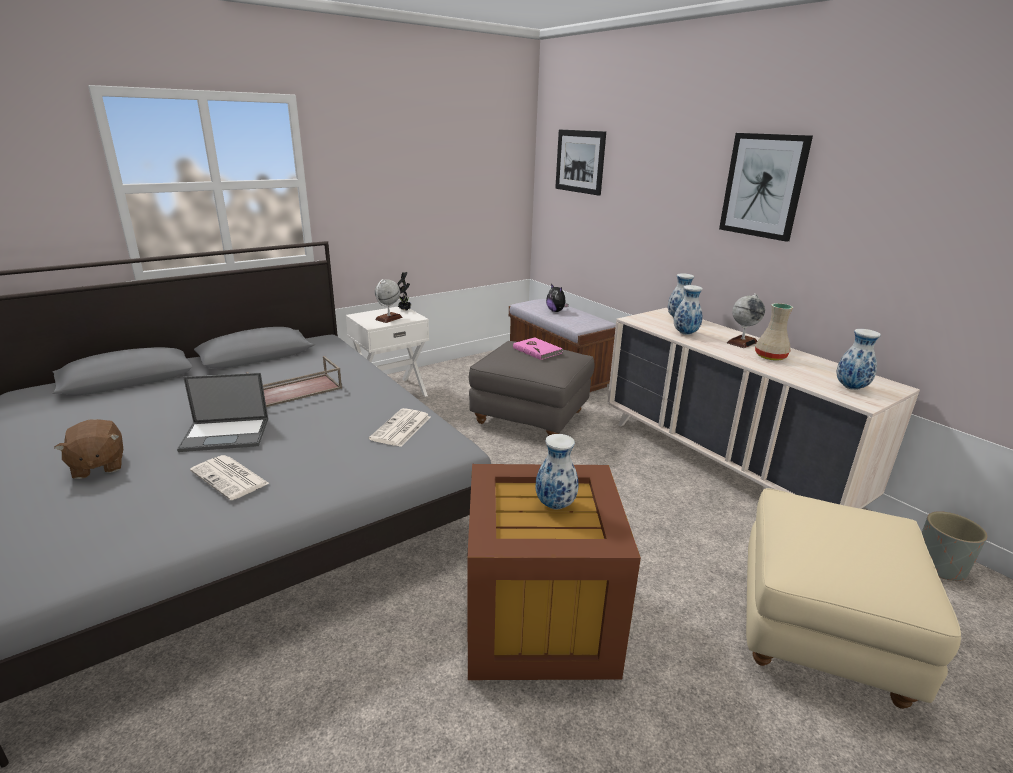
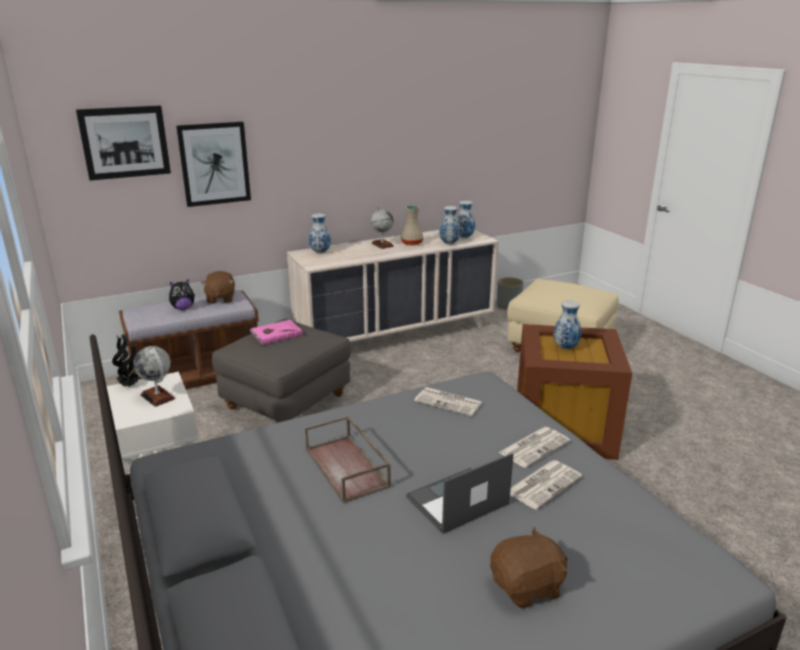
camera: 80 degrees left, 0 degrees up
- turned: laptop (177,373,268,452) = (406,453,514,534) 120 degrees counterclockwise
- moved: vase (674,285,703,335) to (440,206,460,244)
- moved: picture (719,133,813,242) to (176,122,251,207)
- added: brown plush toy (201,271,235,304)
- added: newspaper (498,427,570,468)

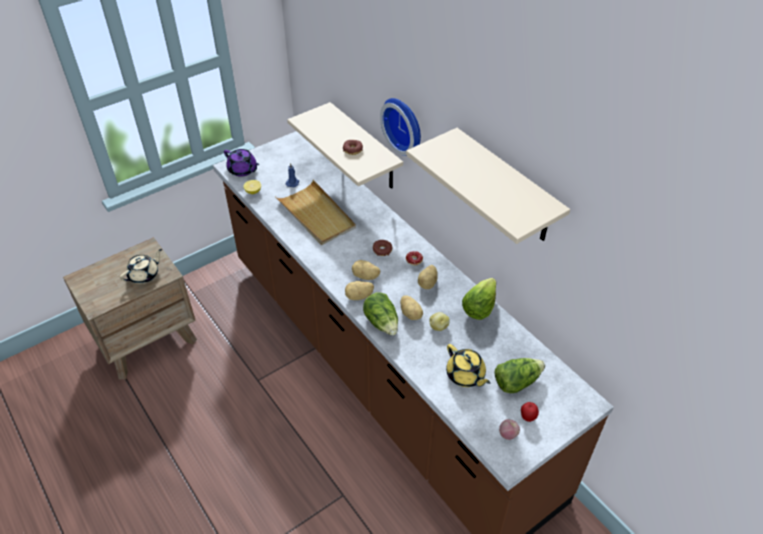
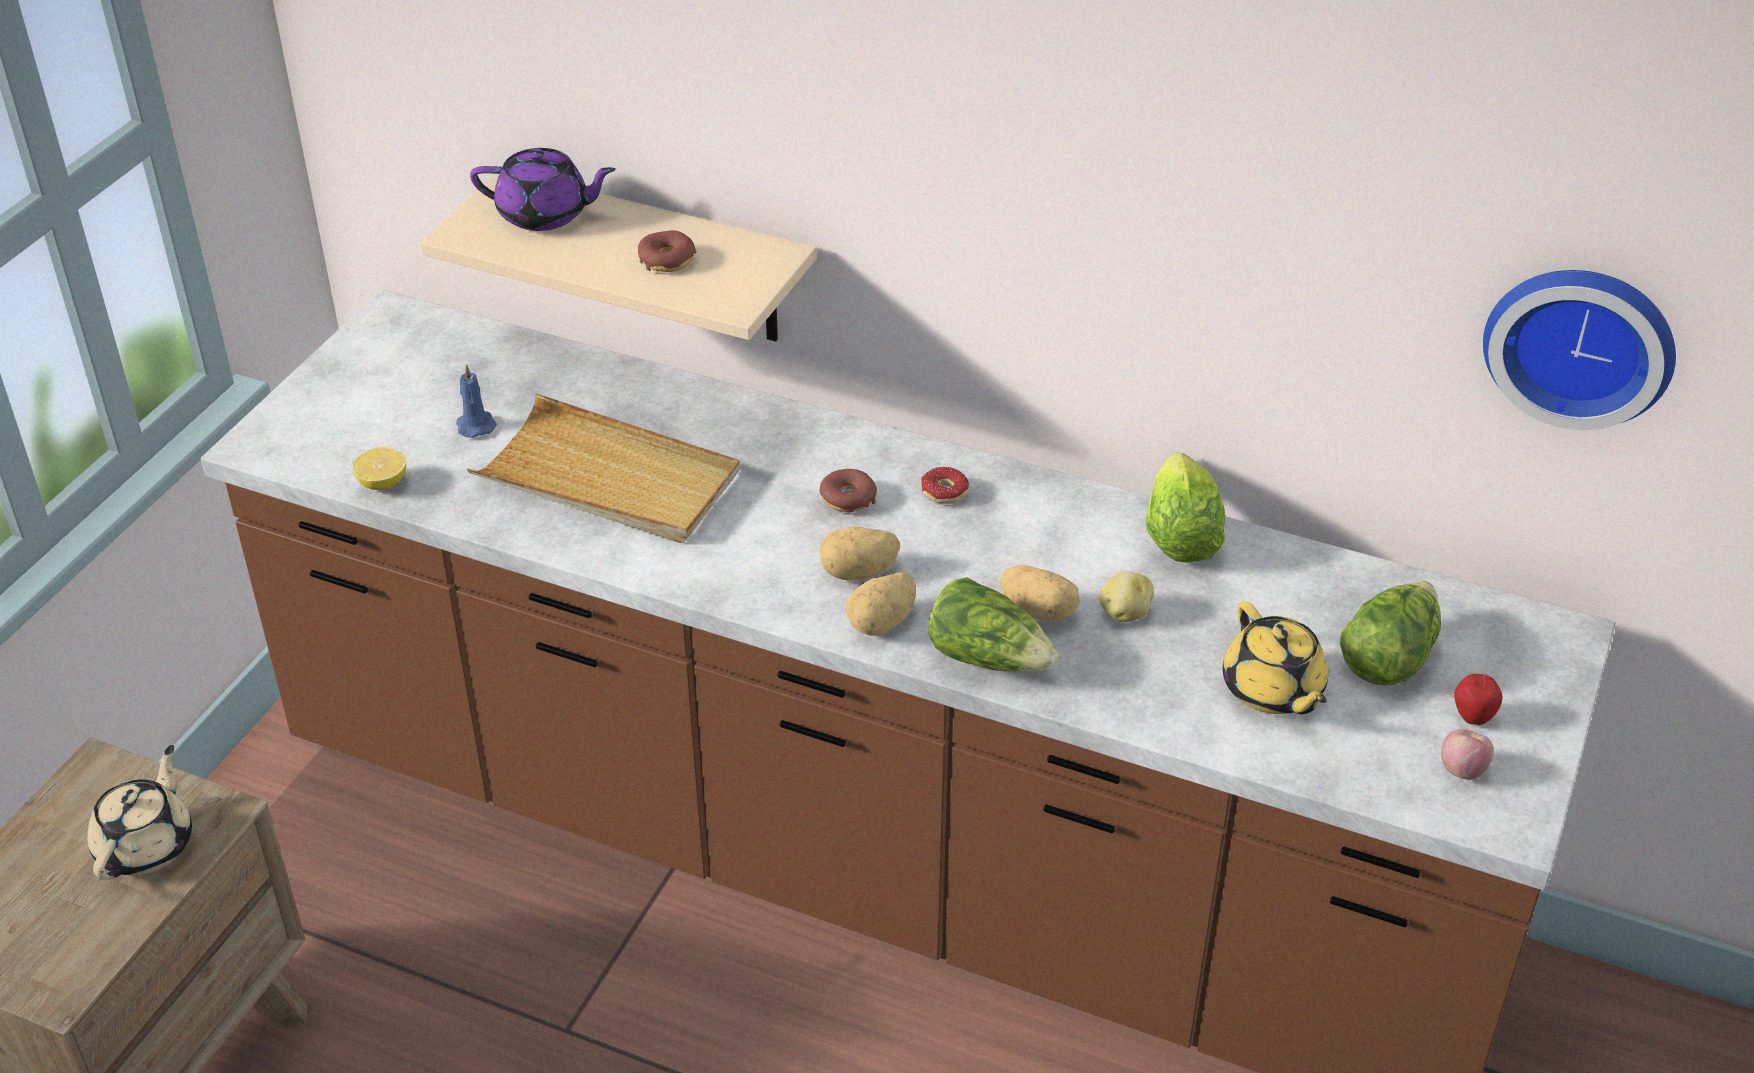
camera: 30 degrees left, 5 degrees down
- moved: purple teapot (224,149,259,177) to (470,148,616,231)
- moved: wall clock (380,98,421,156) to (1483,270,1676,430)
- removed: beige shelf (406,128,570,244)
- removed: potato (418,265,438,289)
- turned: yellow teapot (446,344,490,387) = (1223,601,1328,714) 45 degrees clockwise

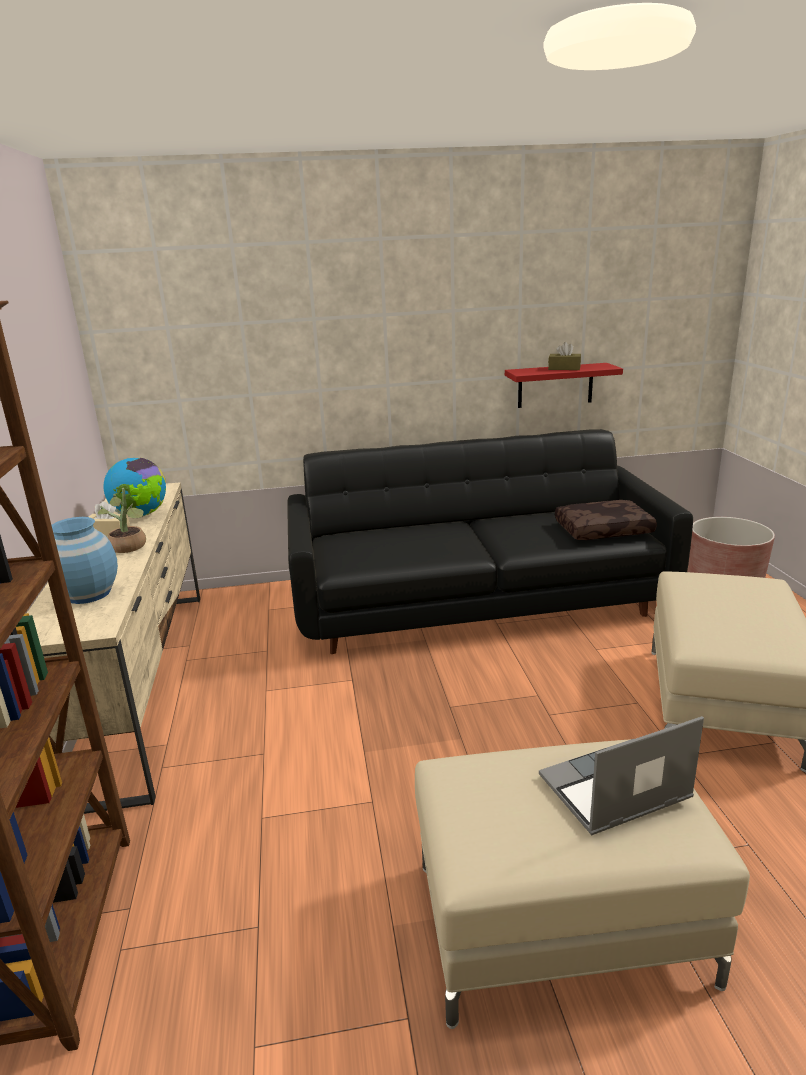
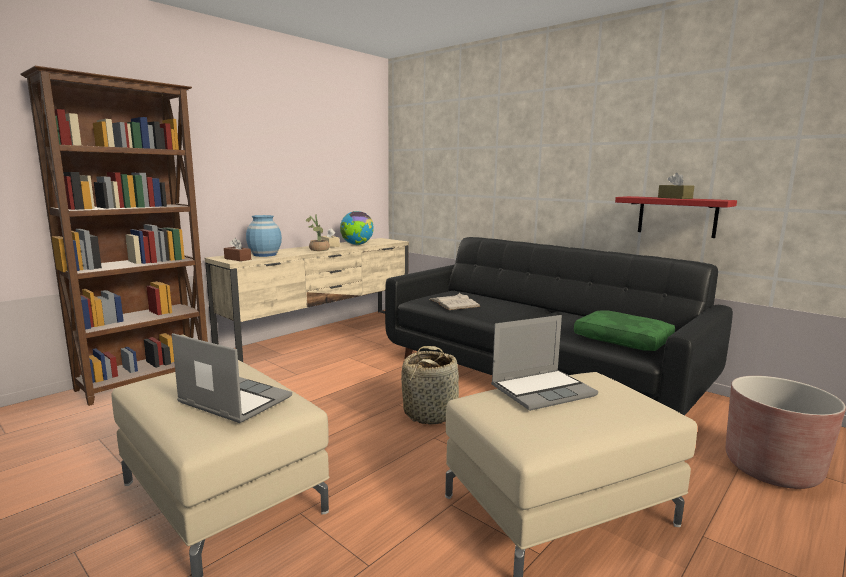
camera: 50 degrees right, 10 degrees down
- recoloured: brown pillow (555,500,657,540) to green pillow (574,310,675,351)
- added: brown tissue box (224,238,251,261)
- added: basket (401,346,459,425)
- added: white book (429,293,481,310)
- added: laptop (491,315,598,411)

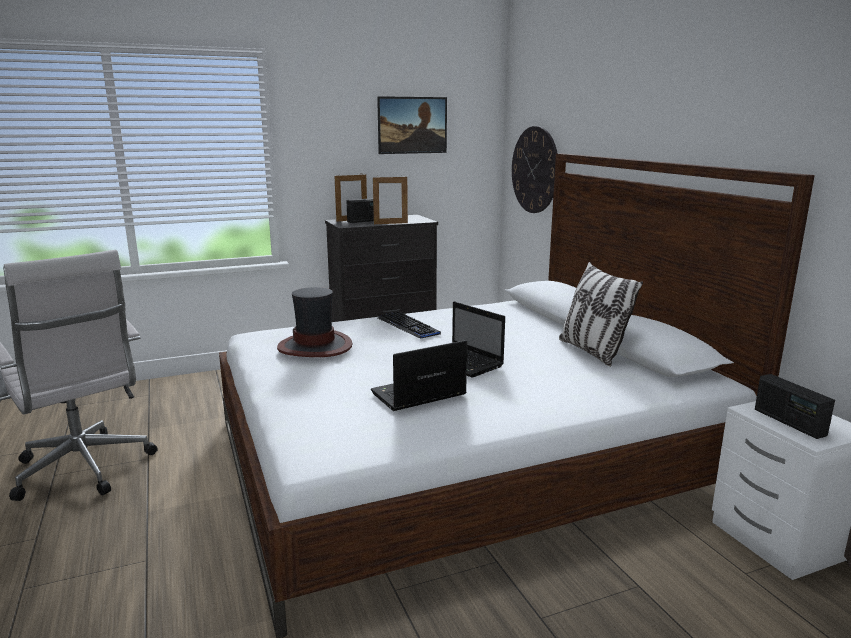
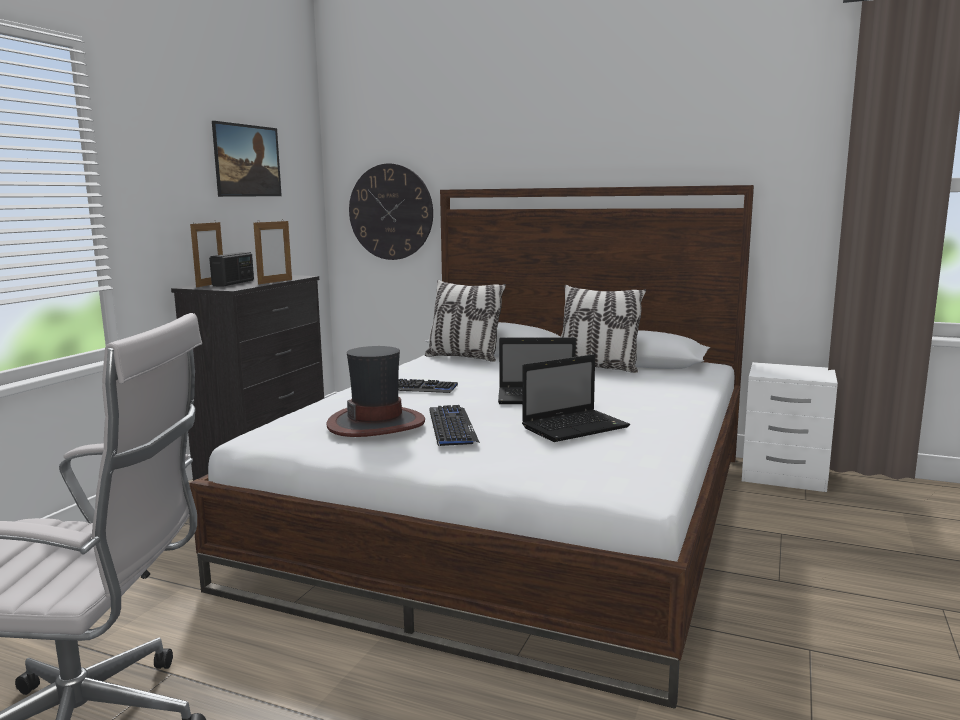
camera: 45 degrees left, 5 degrees down
- turned: laptop (371,340,467,411) = (522,354,630,442) 135 degrees counterclockwise
- removed: radio (755,374,835,439)
- added: pillow (425,280,506,362)
- added: keyboard (429,405,480,446)

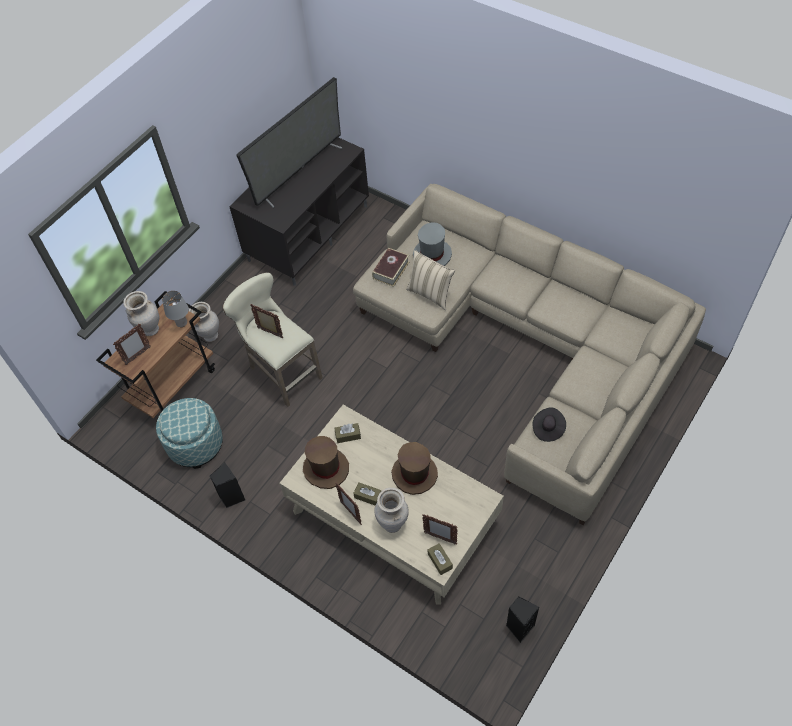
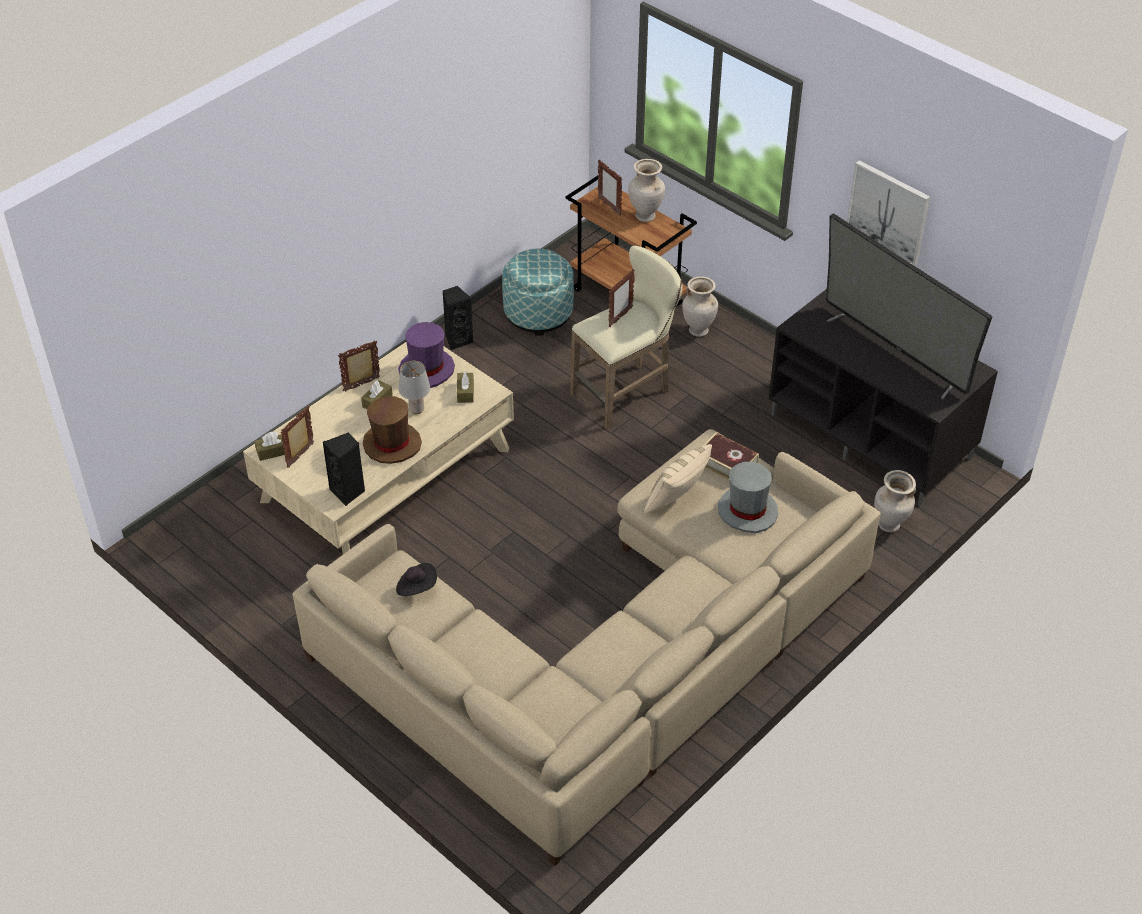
camera: 95 degrees right, 10 degrees down
- moved: grey table lamp (162,291,189,327) to (399,361,430,414)
- recoloured: brown hat (303,436,349,489) to purple hat (398,322,455,388)
- moved: beige vase (374,488,409,533) to (874,470,916,532)
- moved: black speaker (506,596,539,643) to (323,433,365,506)
- added: picture (847,160,930,266)

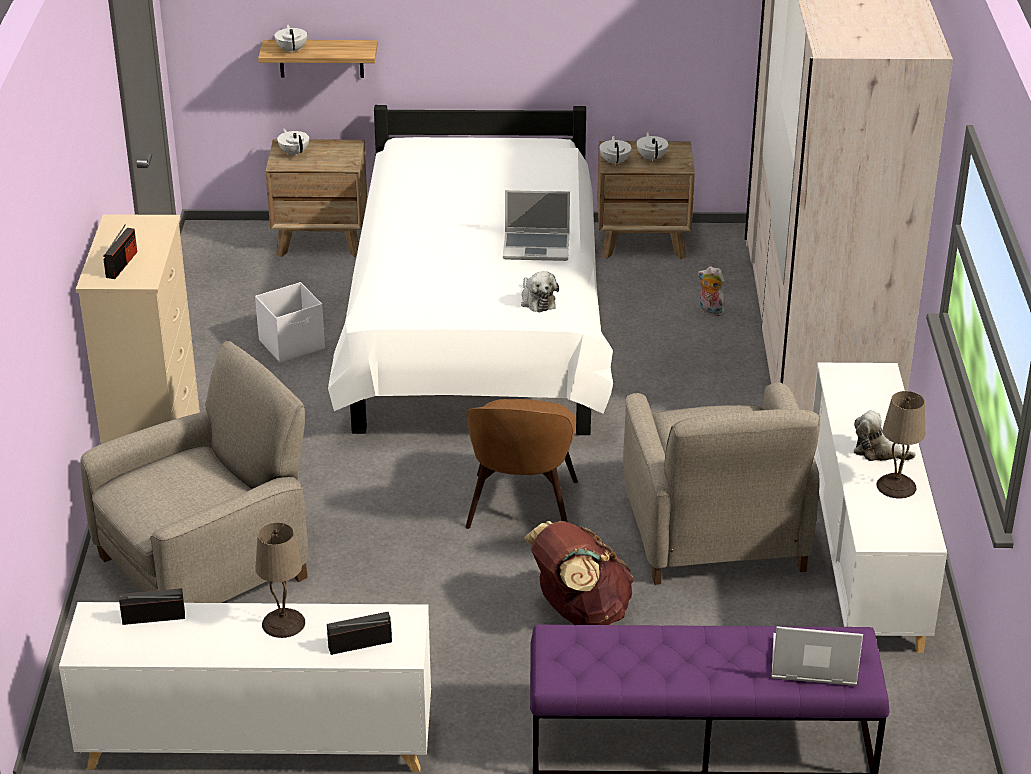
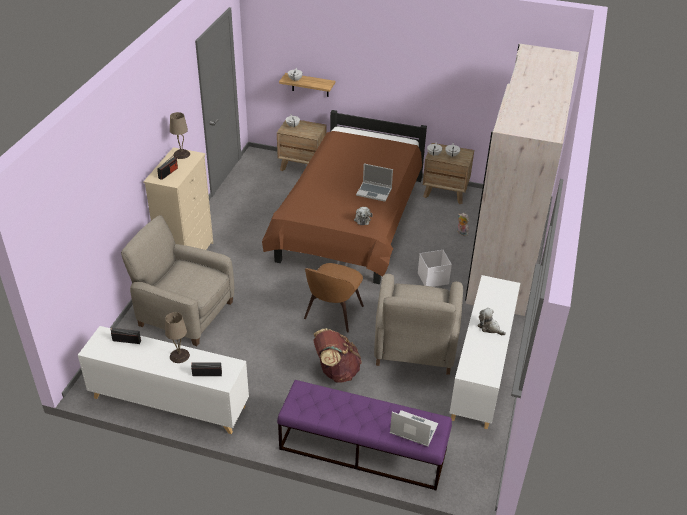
camera: 15 degrees right, 5 degrees up
- turned: beige armchair (80,341,308,603) = (121,215,234,346) 135 degrees counterclockwise
- moved: white storage box (255,282,325,363) to (418,250,452,287)
- recoloured: white bed (328,105,613,435) to brown bed (262,110,427,284)
- moved: beige table lamp (876,391,925,499) to (170,112,190,159)

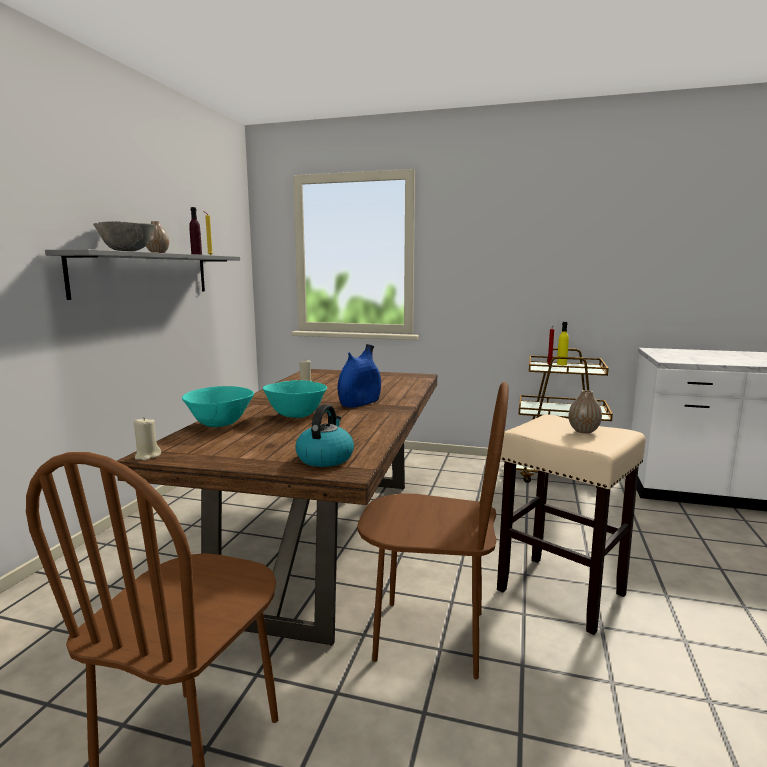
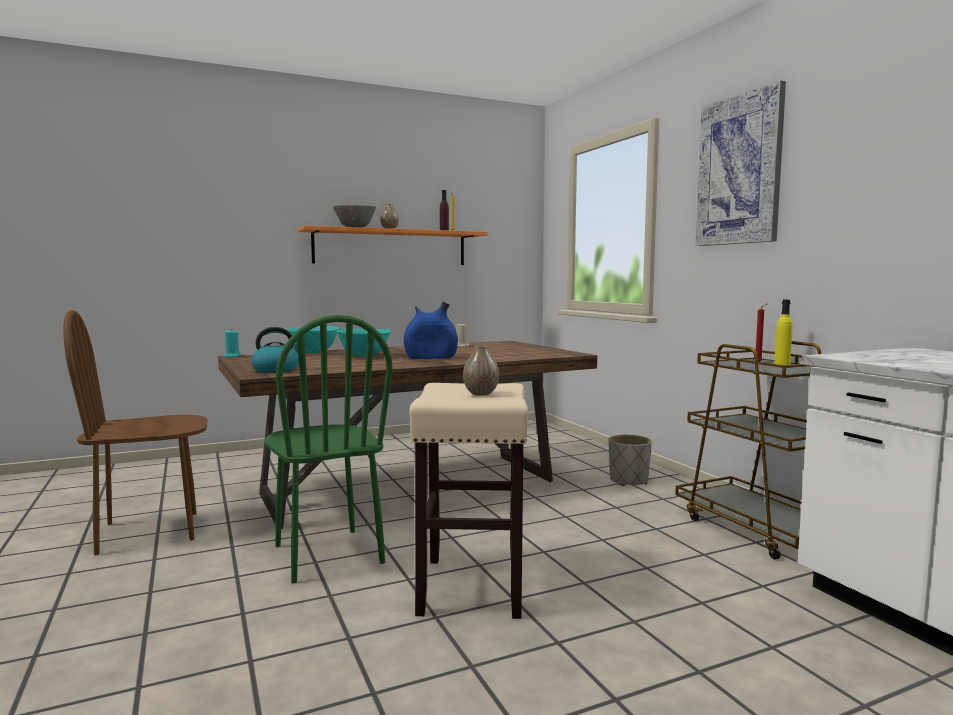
camera: 50 degrees right, 5 degrees down
- recoloured: grey shelf (45,249,240,300) to orange shelf (298,226,488,265)
- recoloured: beige candle (134,418,161,461) to turquoise candle (224,329,241,357)
- recoloured: brown chair (357,382,509,680) to green chair (264,315,393,583)
- added: grey planter (609,435,652,486)
- added: picture (695,80,786,246)

